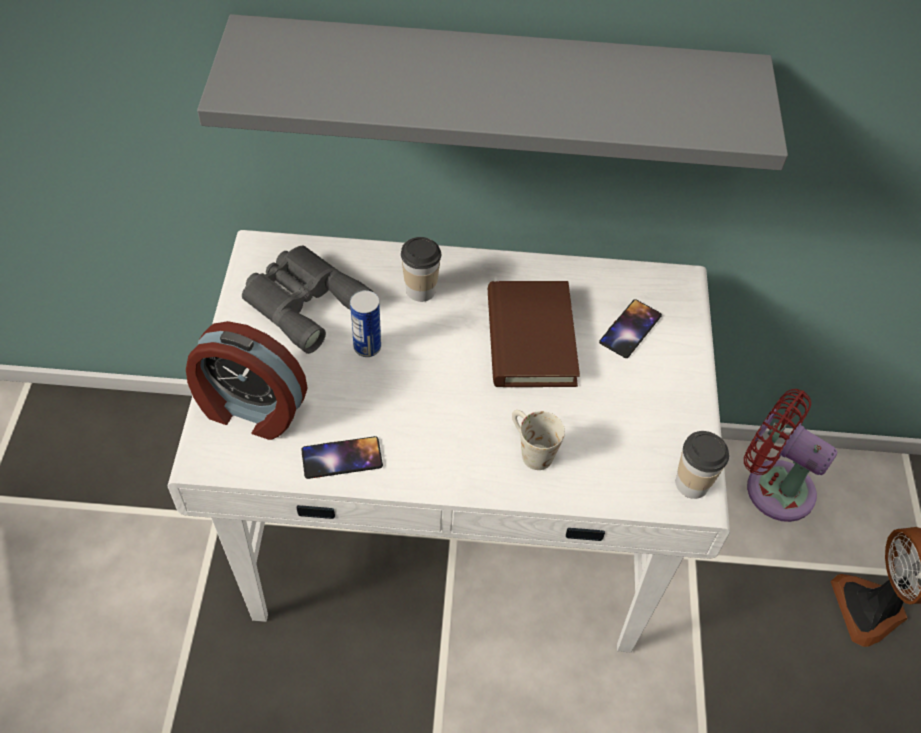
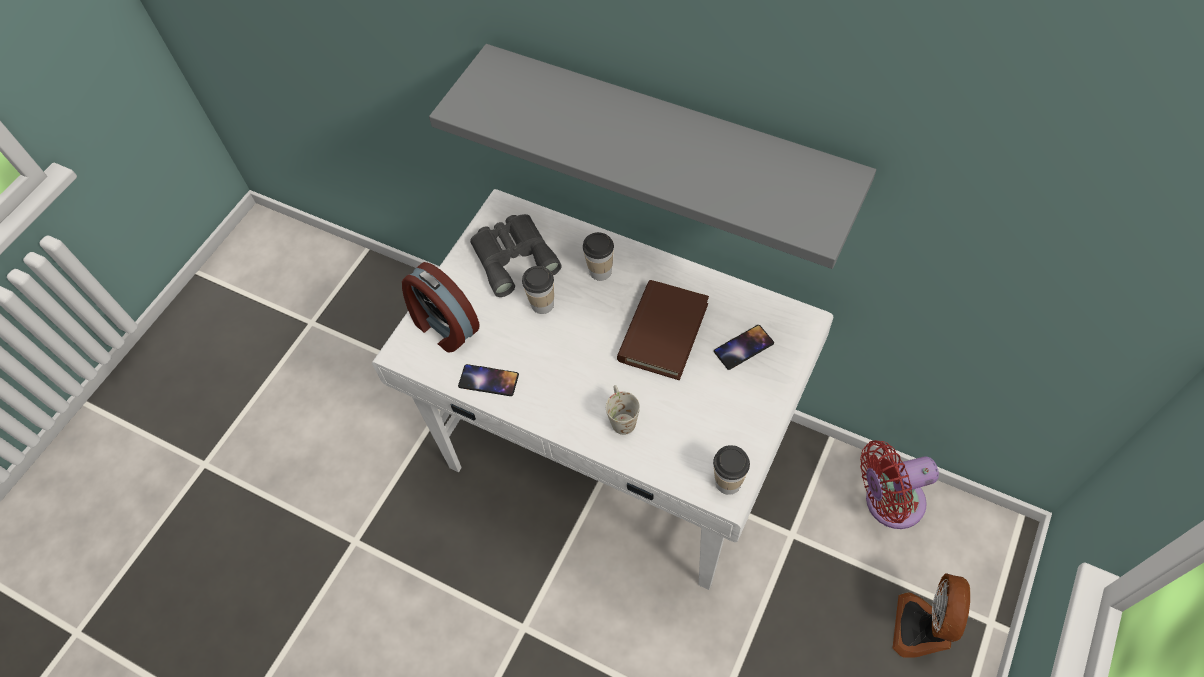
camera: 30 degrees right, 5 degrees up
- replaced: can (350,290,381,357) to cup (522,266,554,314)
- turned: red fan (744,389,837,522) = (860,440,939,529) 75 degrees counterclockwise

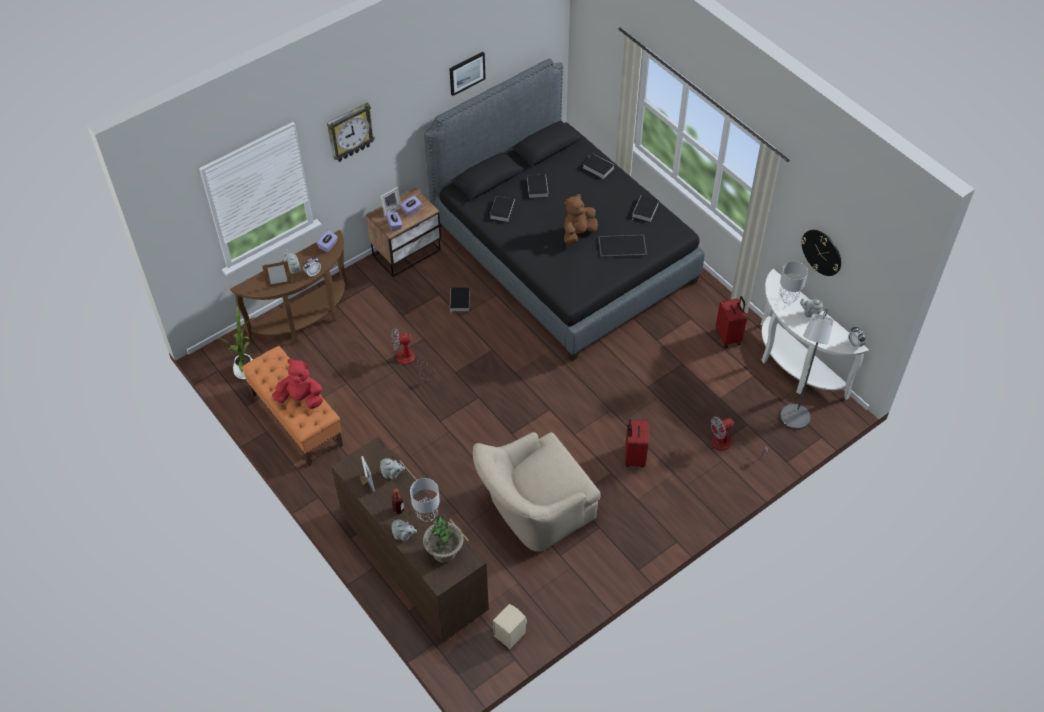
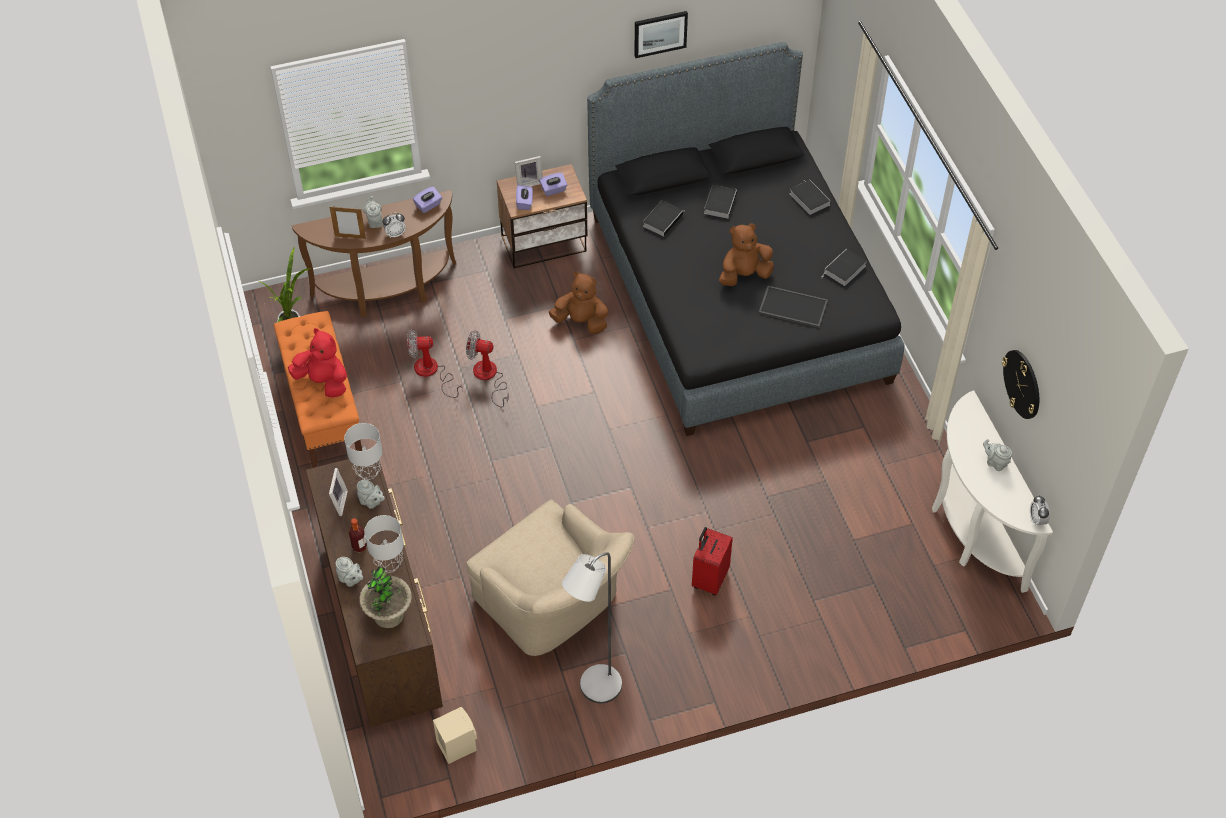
camera: 20 degrees right, 0 degrees up
- removed: wall clock (327,103,375,162)
- replaced: book (450,288,470,315) to brown plush toy (549,272,609,334)
- turned: beige armchair (473,432,600,552) = (467,500,634,656) 120 degrees counterclockwise
- moved: fan (710,416,769,460) to (407,329,462,398)
- removed: red suitcase (716,296,747,348)
- moved: grey table lamp (779,261,808,304) to (344,423,382,480)
- moved: grey floor lamp (780,309,834,430) to (562,552,622,704)

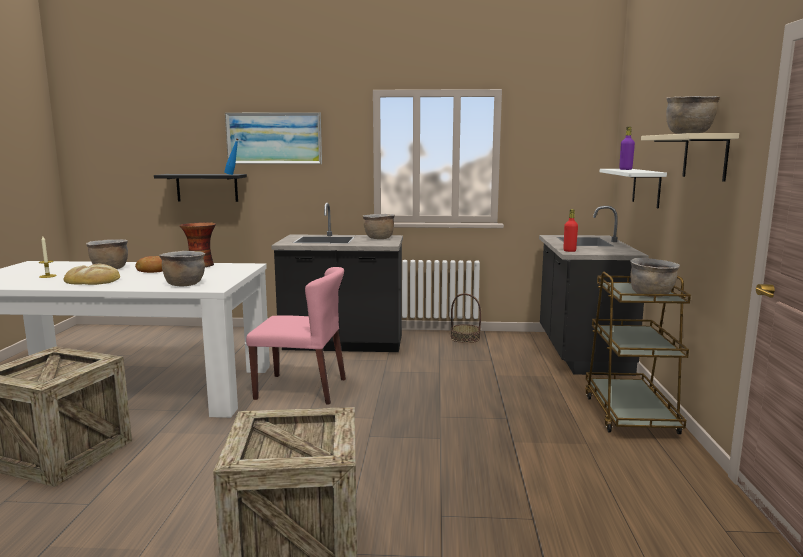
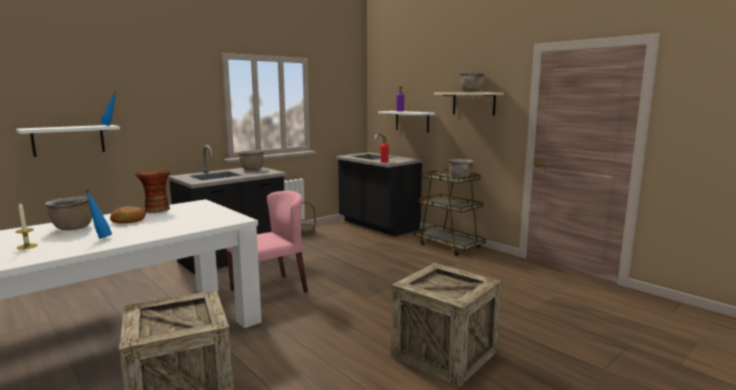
camera: 45 degrees left, 0 degrees up
- replaced: bread (64,264,120,285) to blue bottle (85,190,112,239)
- recoloured: black shelf (154,174,247,202) to white shelf (16,125,120,157)
- removed: brown cooking pot (159,251,205,286)
- removed: picture (225,112,322,164)

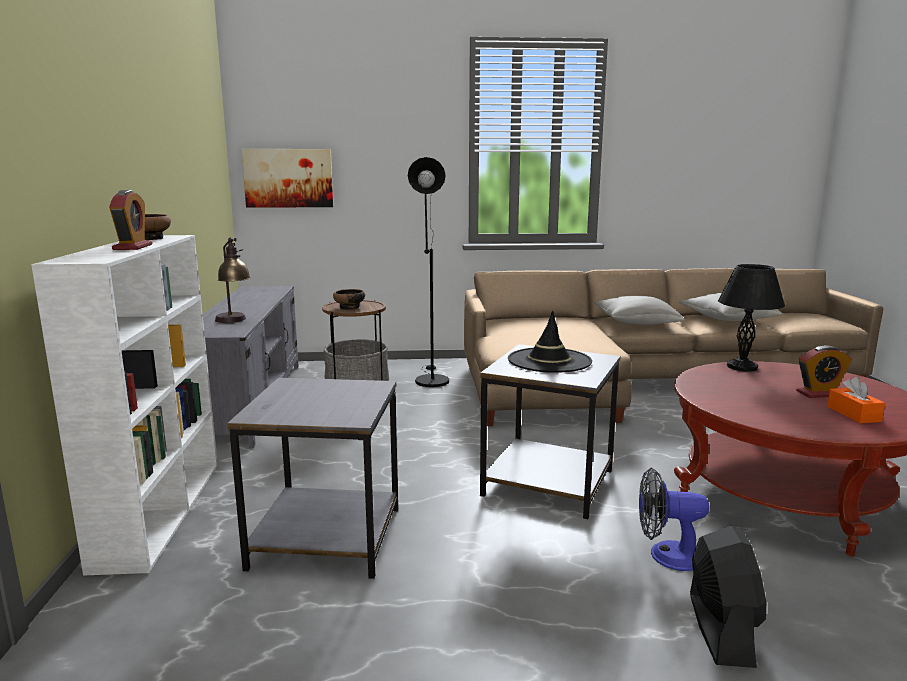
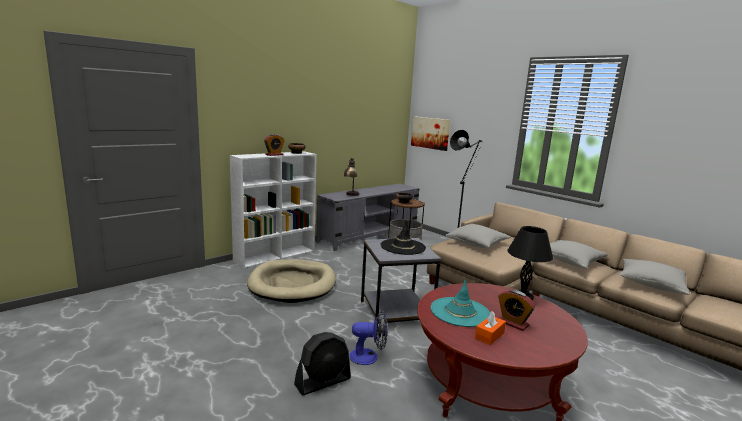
camera: 50 degrees right, 0 degrees up
- replaced: grey side table (227,377,398,579) to beige dog bed (247,259,336,303)
- turned: fan (639,468,709,571) = (349,311,388,365) 120 degrees clockwise
- added: turquoise hat (431,280,490,327)
- added: grey pillow (445,224,511,248)

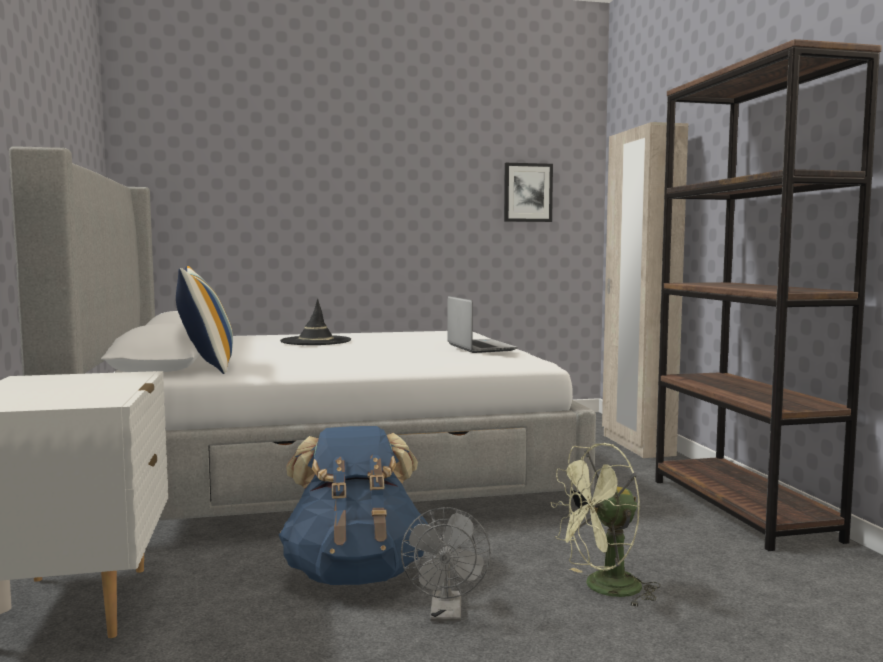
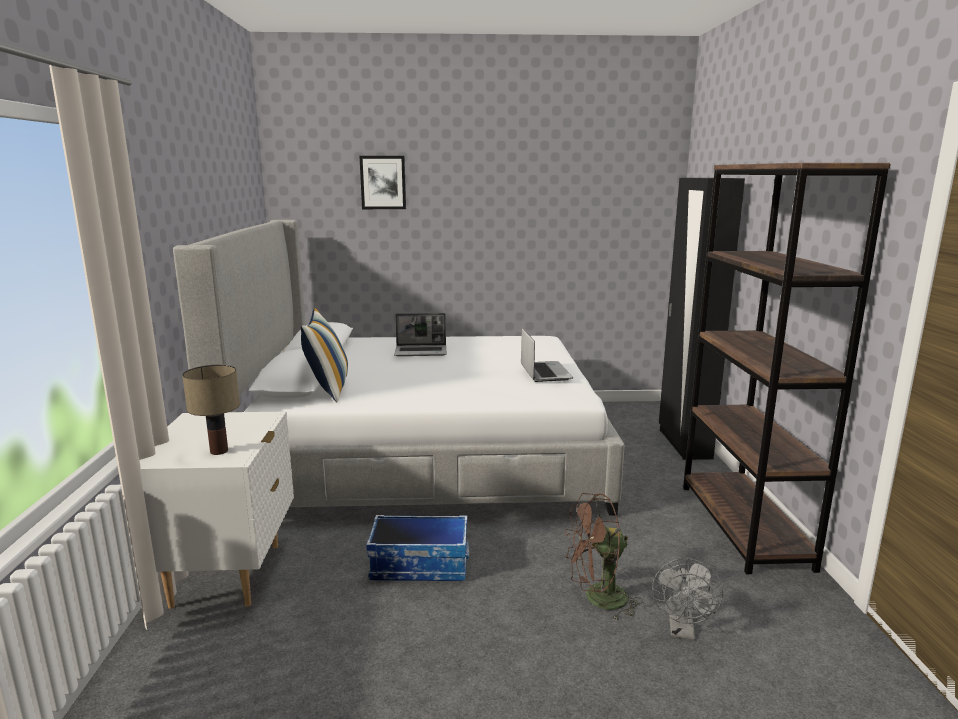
camera: 10 degrees right, 10 degrees up
- replaced: blue backpack (279,426,428,585) to storage box (366,515,469,581)
- replaced: black hat (280,299,351,345) to laptop (394,313,447,356)
- moved: grey fan (401,507,491,622) to (652,558,723,640)
- moved: picture (504,163,553,222) to (359,156,406,209)
- recoloured: green fan (550,443,661,607) to brown fan (565,493,643,620)
- recoloured: beige wardrobe (602,122,688,458) to black wardrobe (659,178,745,460)
- added: table lamp (182,365,240,455)

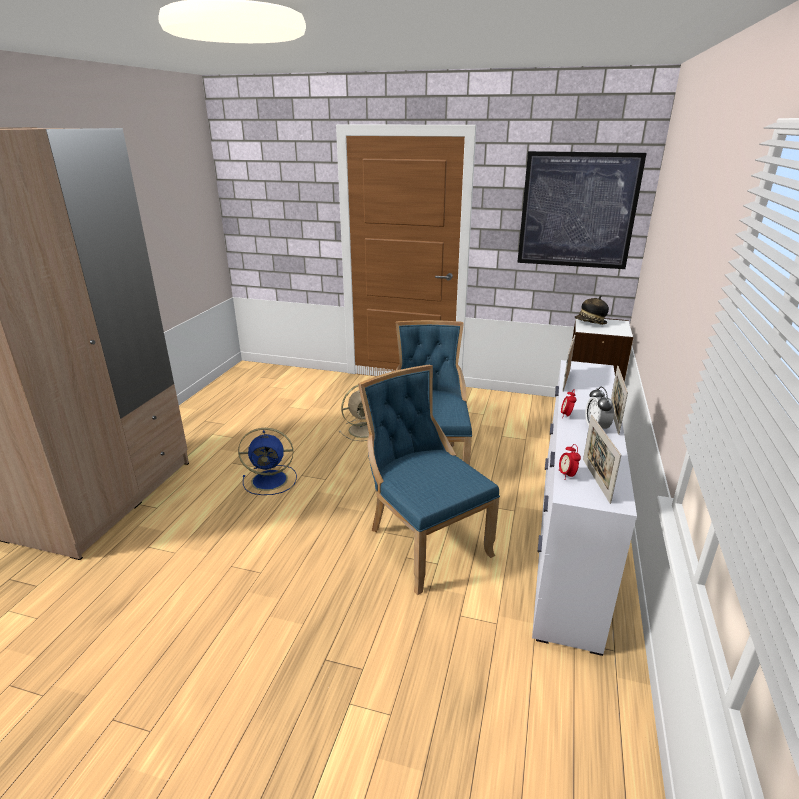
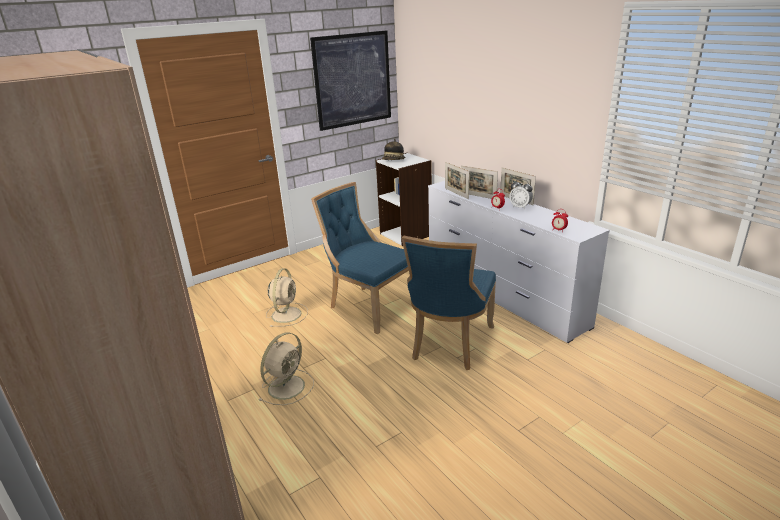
camera: 50 degrees left, 0 degrees up
- recoloured: blue fan (238,428,297,495) to beige fan (259,332,314,405)
- turned: blue chair (358,365,500,595) = (402,235,496,370) 75 degrees counterclockwise
- moved: picture frame (583,415,621,504) to (461,165,498,199)

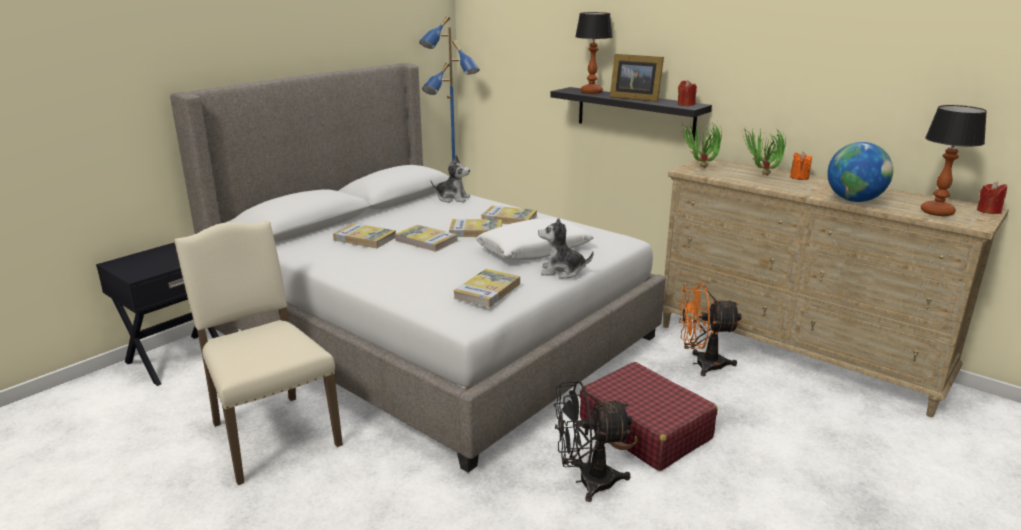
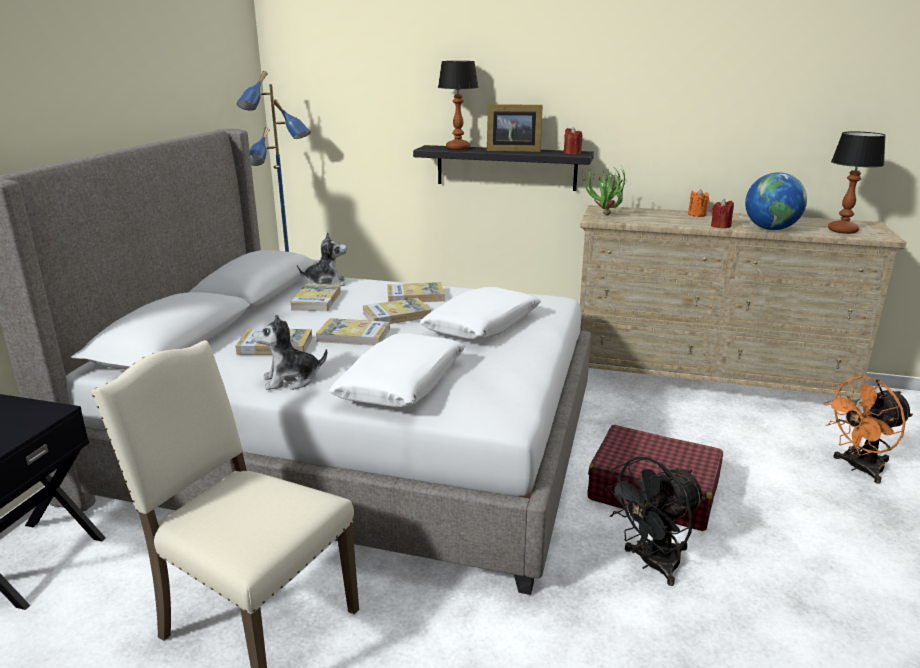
camera: 25 degrees left, 0 degrees up
- moved: book (453,269,520,308) to (290,284,341,311)
- moved: plush toy (538,218,593,279) to (253,315,327,390)
- moved: orange fan (679,283,742,376) to (823,376,913,484)
- removed: potted plant (743,127,786,176)
- moved: red candle (977,182,1007,214) to (711,199,734,228)
- added: white pillow (329,333,465,407)

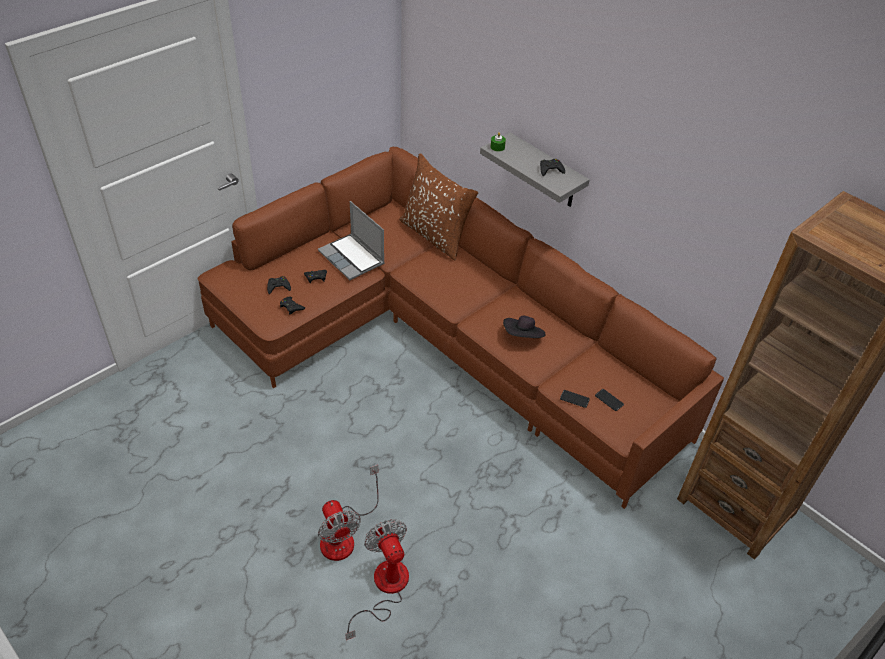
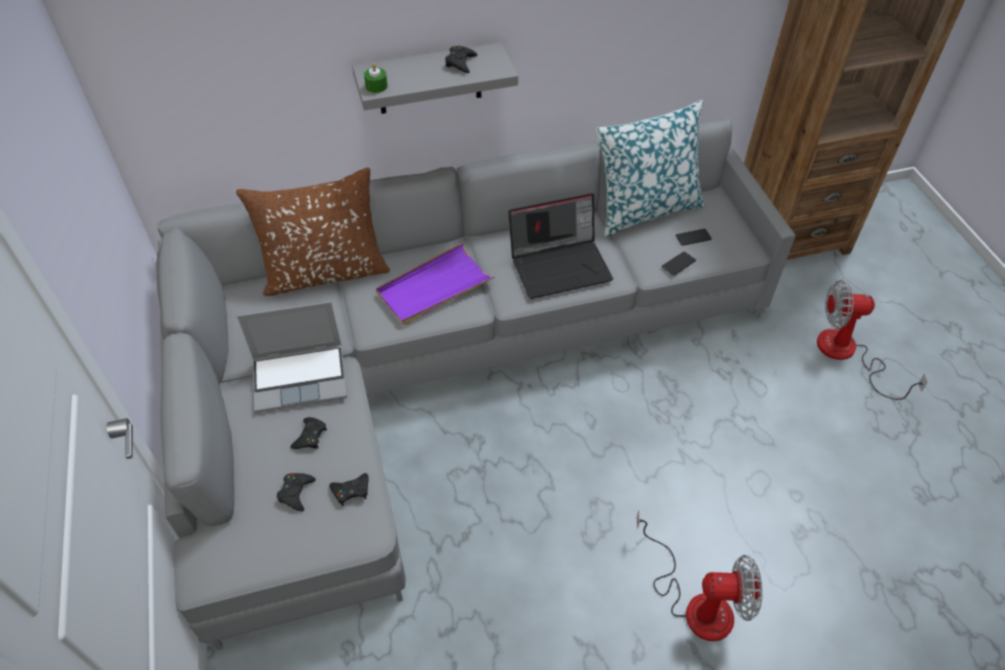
camera: 60 degrees left, 5 degrees up
- recoloured: brown sofa (198,146,724,509) to grey sofa (156,118,795,650)
- moved: fan (345,519,409,641) to (817,280,928,400)
- replaced: black hat (503,316,546,338) to laptop (508,193,613,299)
- added: purple tray (376,243,494,325)
- added: pillow (596,100,704,237)

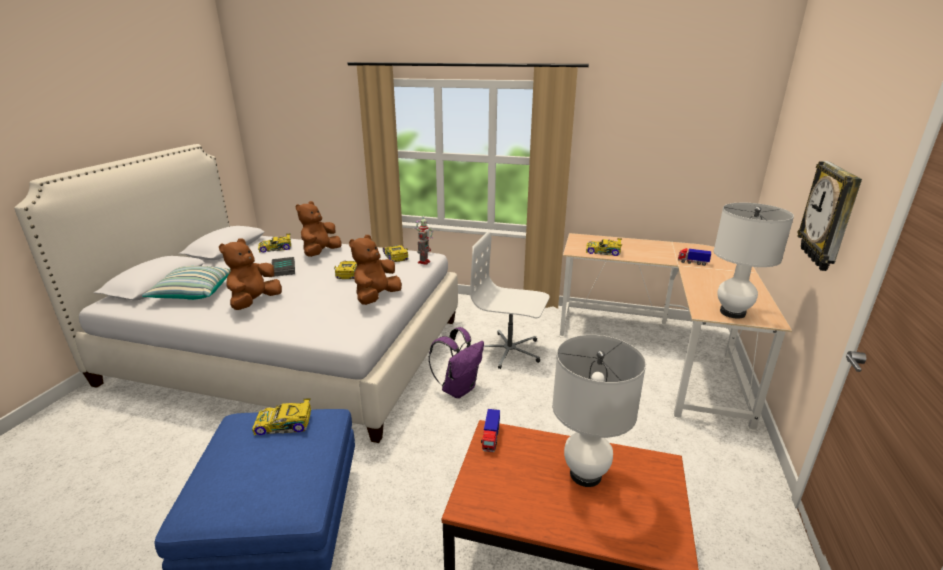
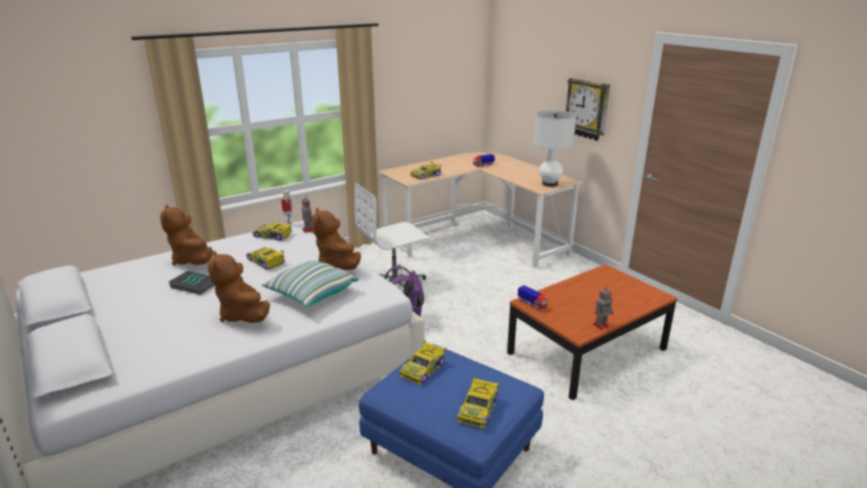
camera: 50 degrees left, 0 degrees up
- moved: pillow (142,266,231,300) to (261,260,359,307)
- moved: toy car (258,234,291,253) to (457,376,499,428)
- removed: white table lamp (552,335,646,487)
- added: toy robot (593,285,613,330)

